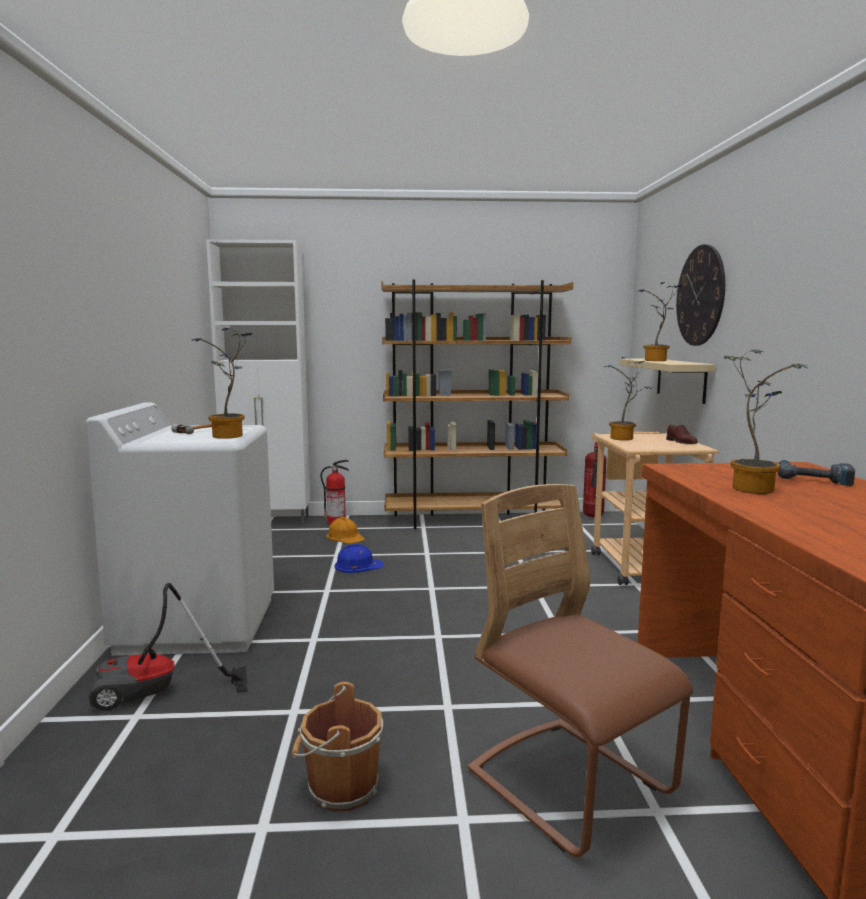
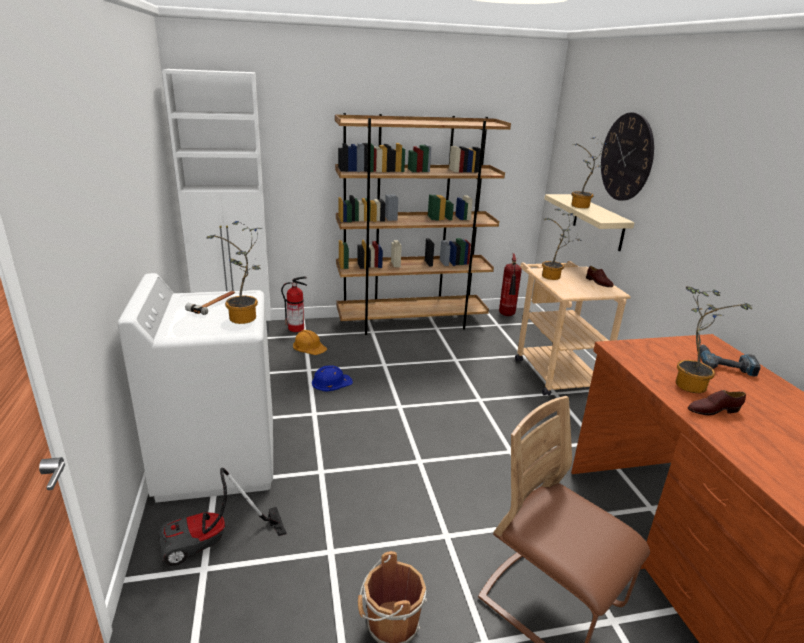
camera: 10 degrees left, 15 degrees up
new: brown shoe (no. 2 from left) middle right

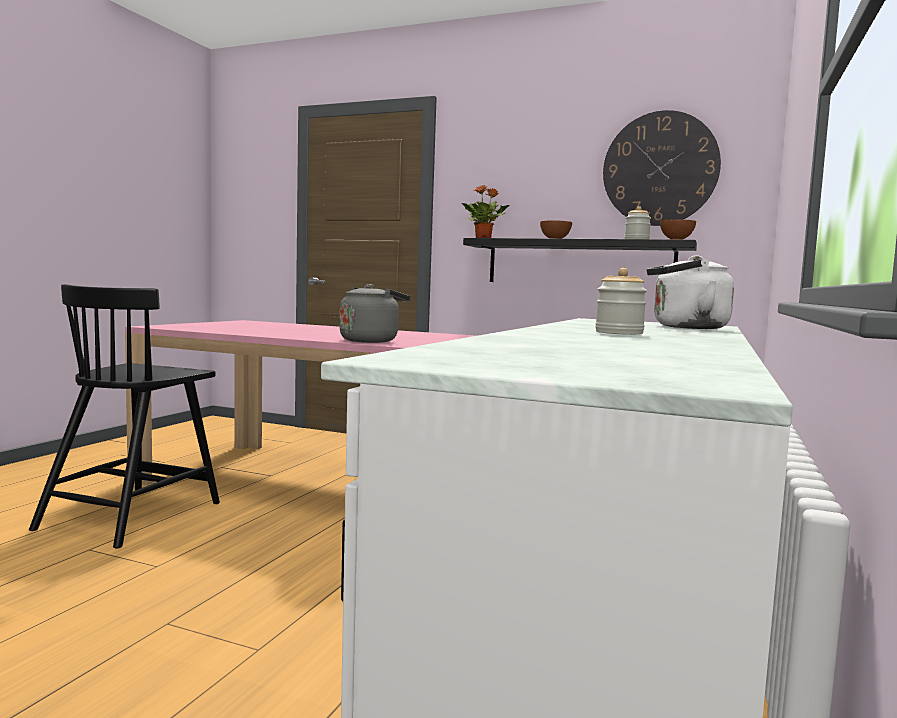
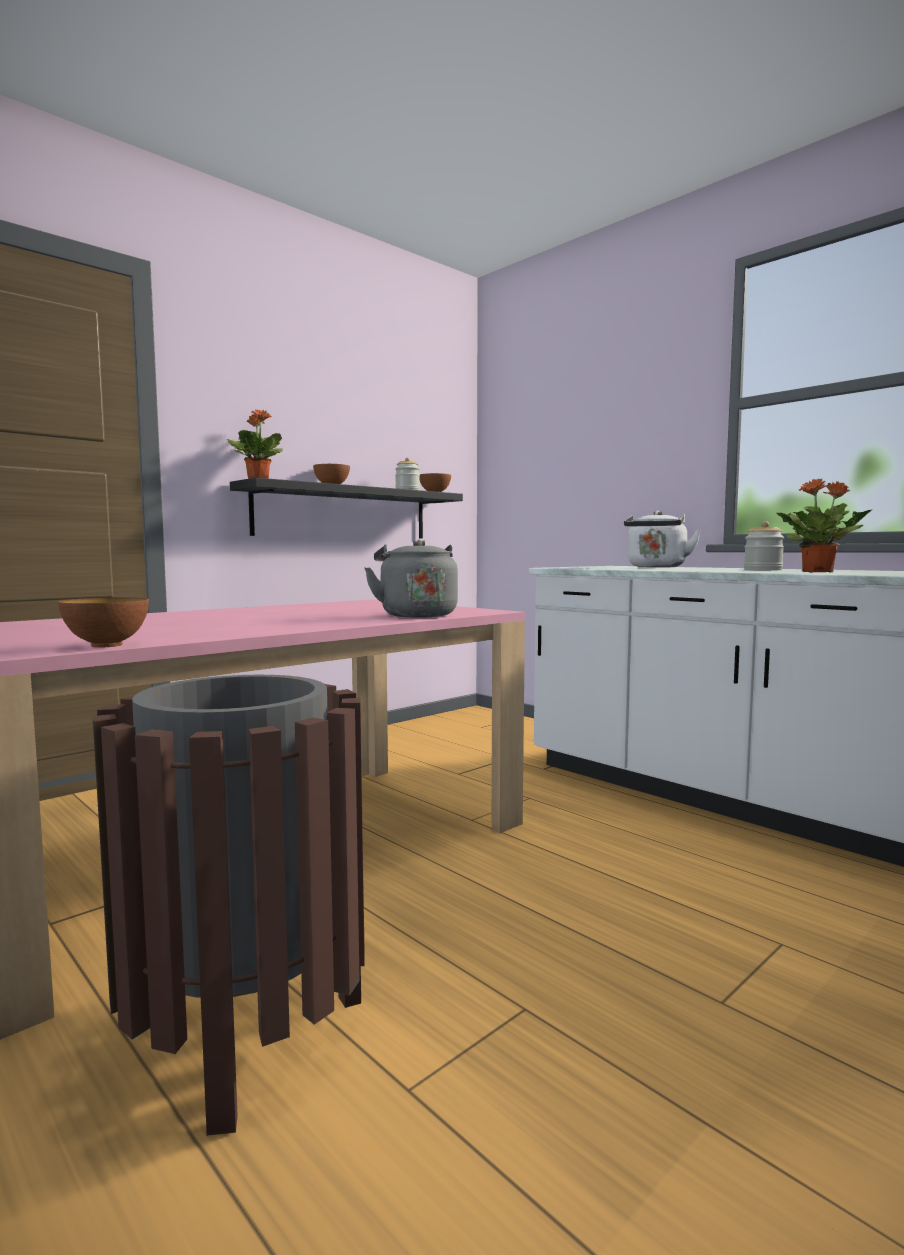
camera: 65 degrees left, 0 degrees up
gone: wall clock top right
new: potted plant (no. 2 from left) middle right; bowl (no. 1 from left) middle left
swapped: black chair middle left to brown trash can bottom left

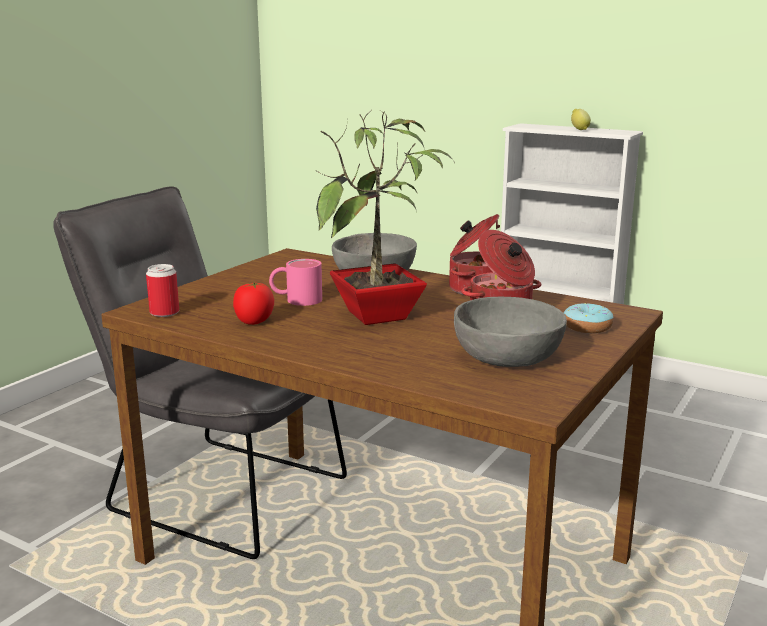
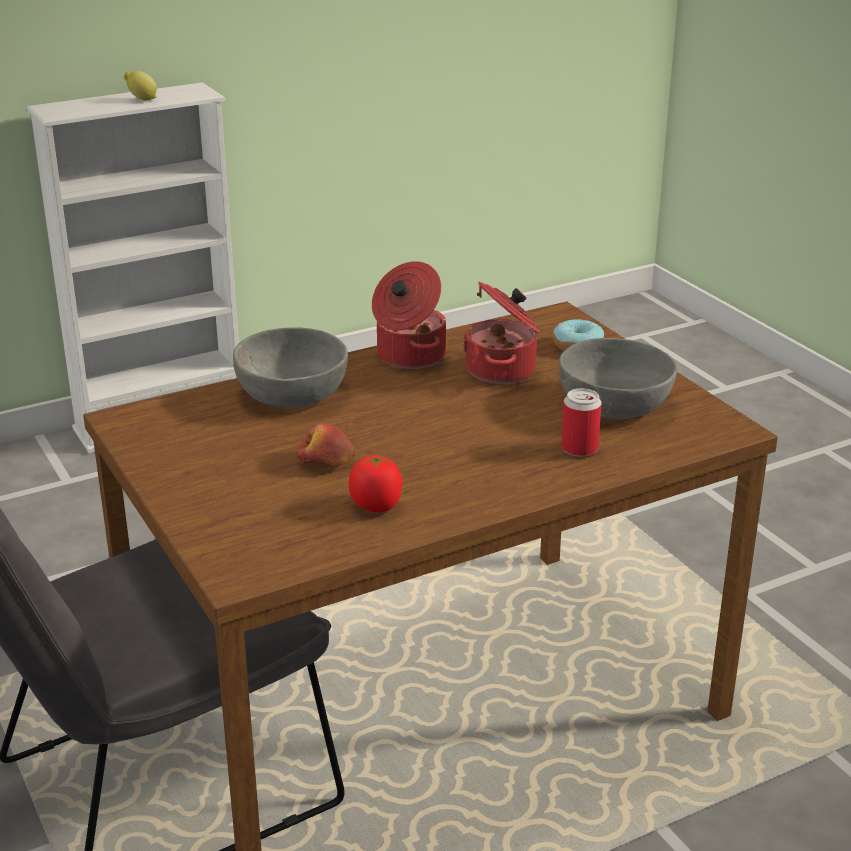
camera: 60 degrees left, 10 degrees up
gone: potted plant centre
shifted: can middle left to middle right
swapped: pink mug centre to apple centre

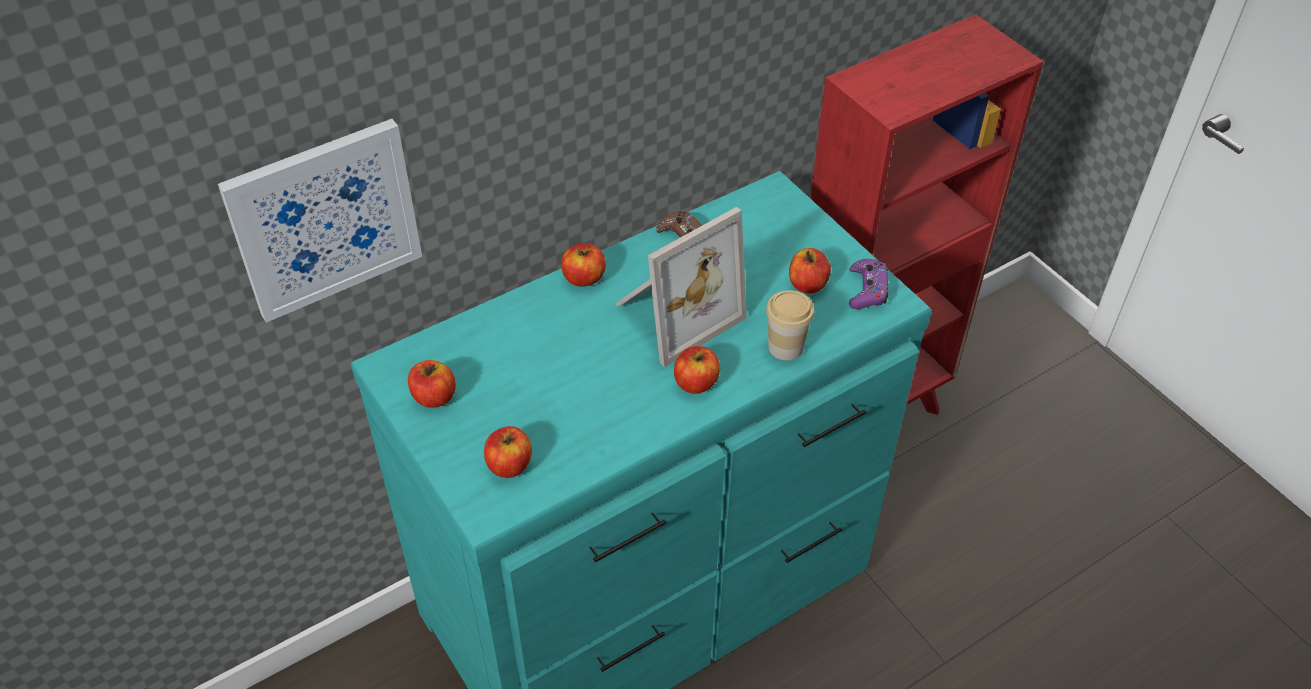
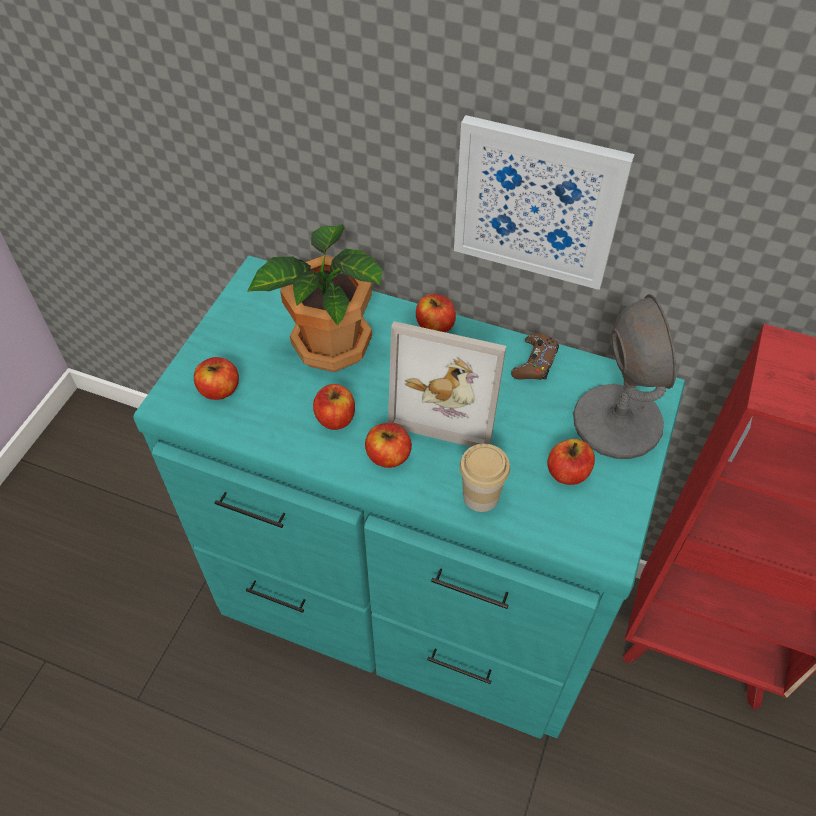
camera: 55 degrees right, 5 degrees up
gone: purple game controller centre
new: potted plant centre; grey table lamp middle right
shifted: picture top left to top right; apple (no. 1 from left in the first image) middle left to apple (no. 2 from left) centre

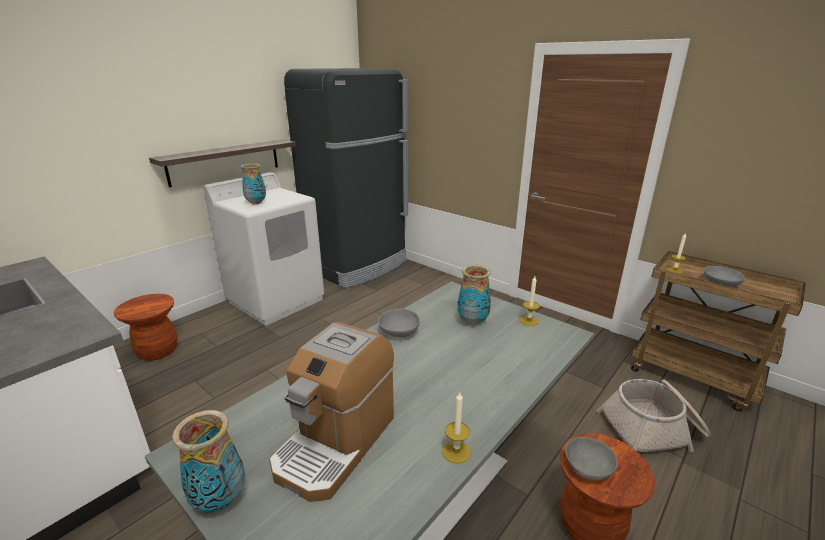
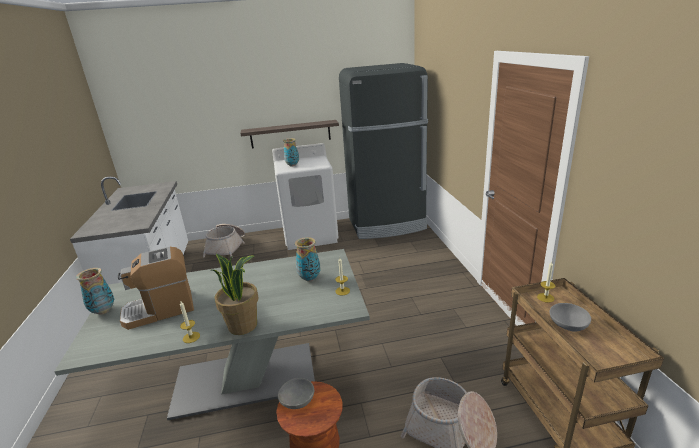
camera: 40 degrees right, 0 degrees up
gone: grey bowl (no. 1 from left) centre
new: potted plant centre
swapped: brown stool (no. 1 from left) middle left to basket (no. 1 from left) middle left

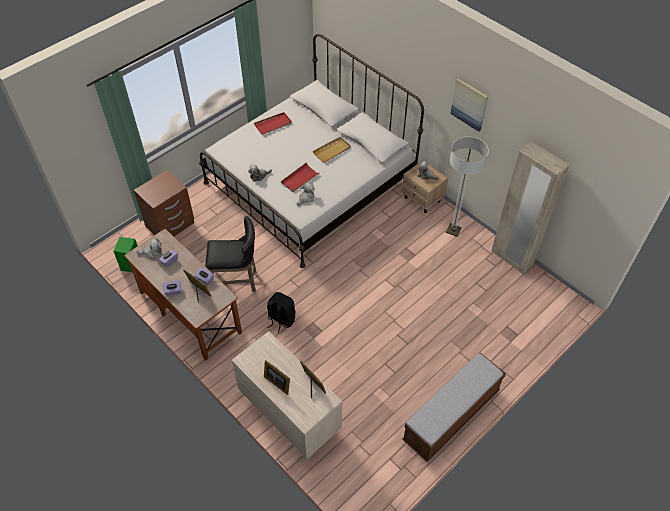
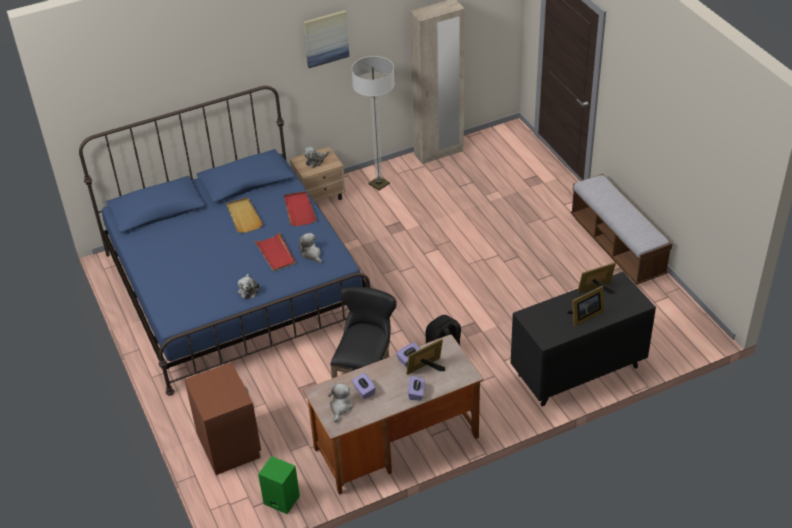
camera: 70 degrees left, 10 degrees down
shifted: red tray (no. 1 from left in the first image) top centre to red tray (no. 2 from left) centre
repainted: white bed top centre to blue bed middle left; beige dresser bottom centre to black dresser middle right

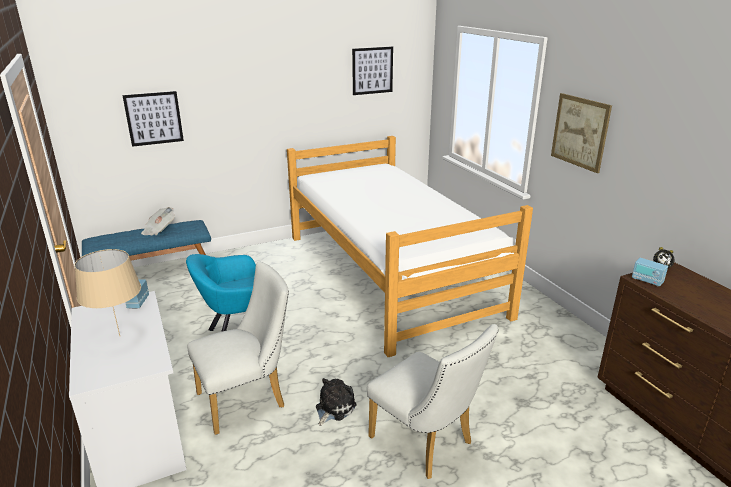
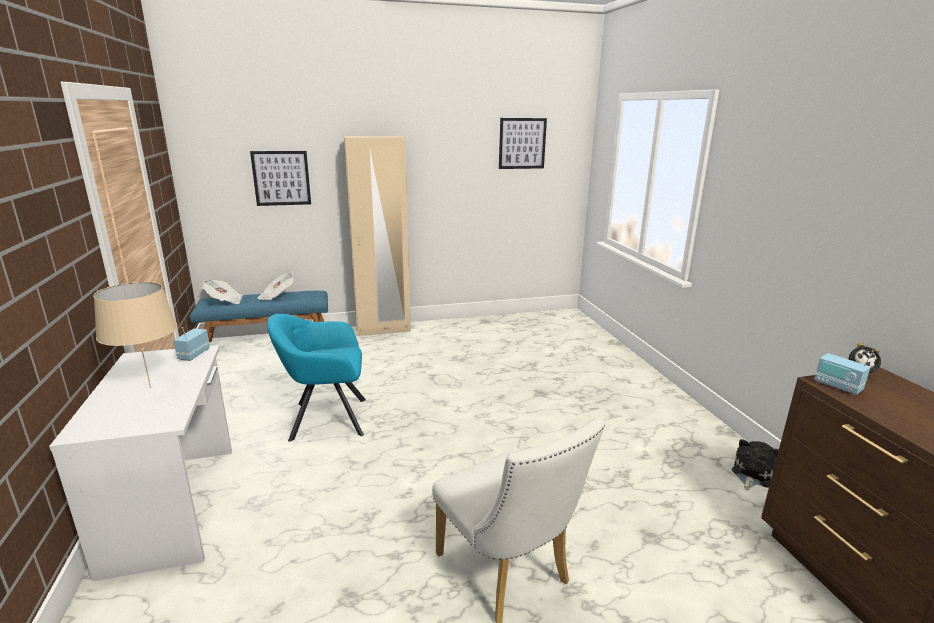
camera: 10 degrees right, 5 degrees down
gone: picture (no. 3 from left) top right; bed centre; white chair (no. 1 from left) bottom left
new: beige wardrobe centre; newspaper (no. 1 from left) middle left
shifted: plush toy bottom centre to bottom right

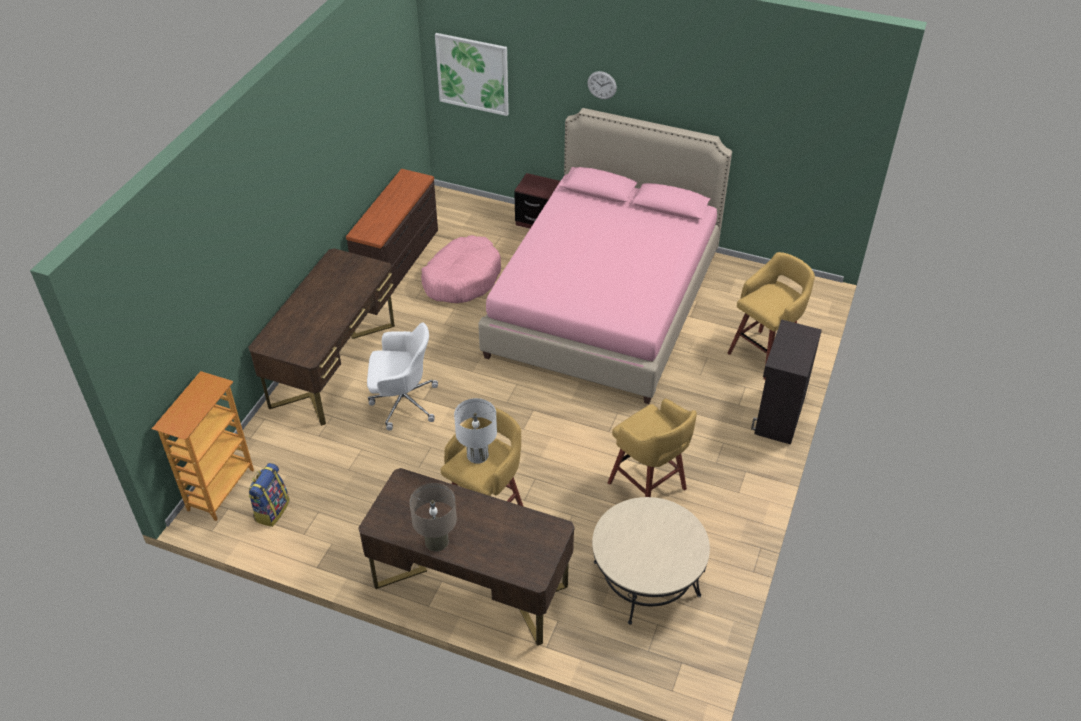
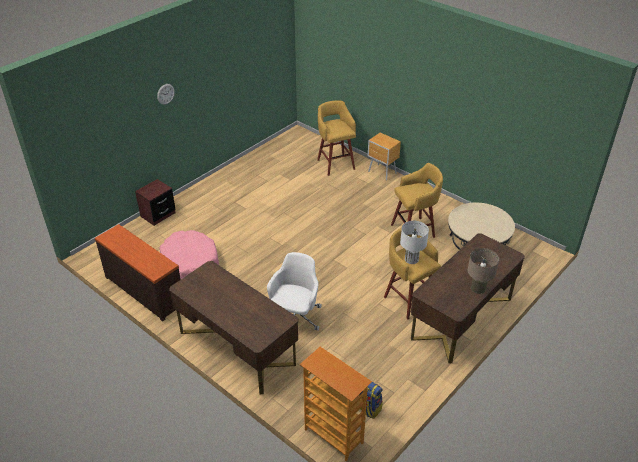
camera: 70 degrees left, 5 degrees down
gone: picture top centre; pink bed centre
swapped: black cabinet middle right to brown nightstand (no. 2 from left) centre

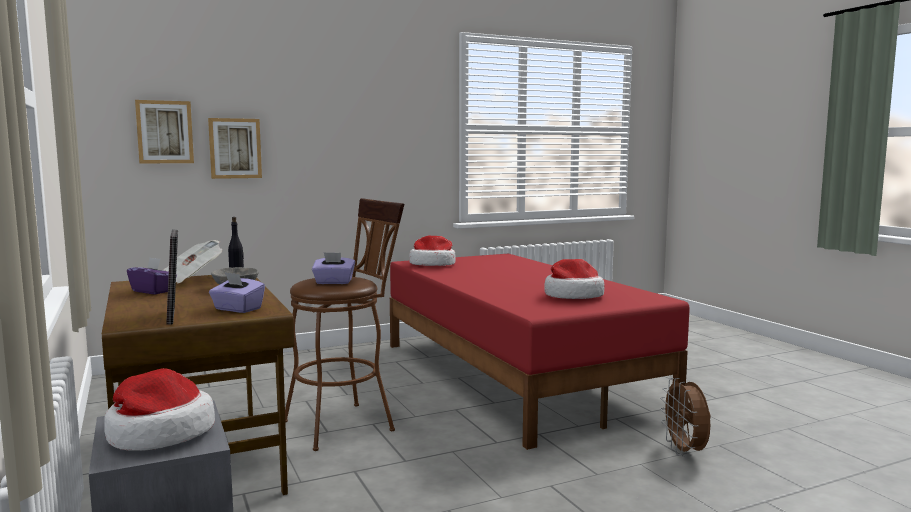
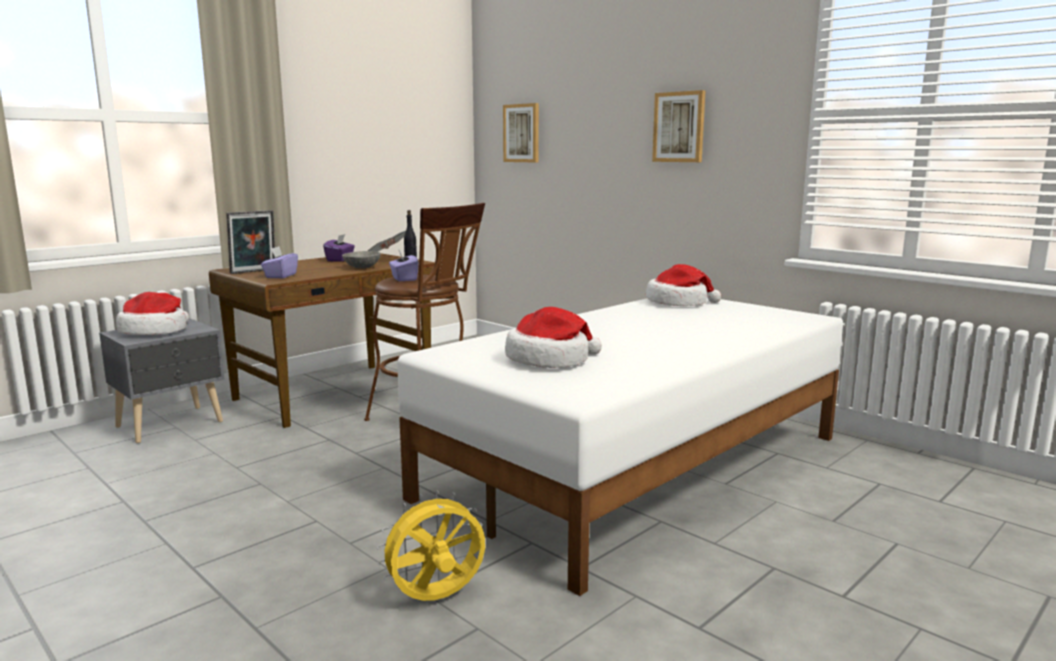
camera: 70 degrees right, 5 degrees up
shifted: picture (no. 2 from left) top left to top centre
repainted: red bed bottom centre to white bed bottom centre; brown fan bottom right to yellow fan bottom centre

